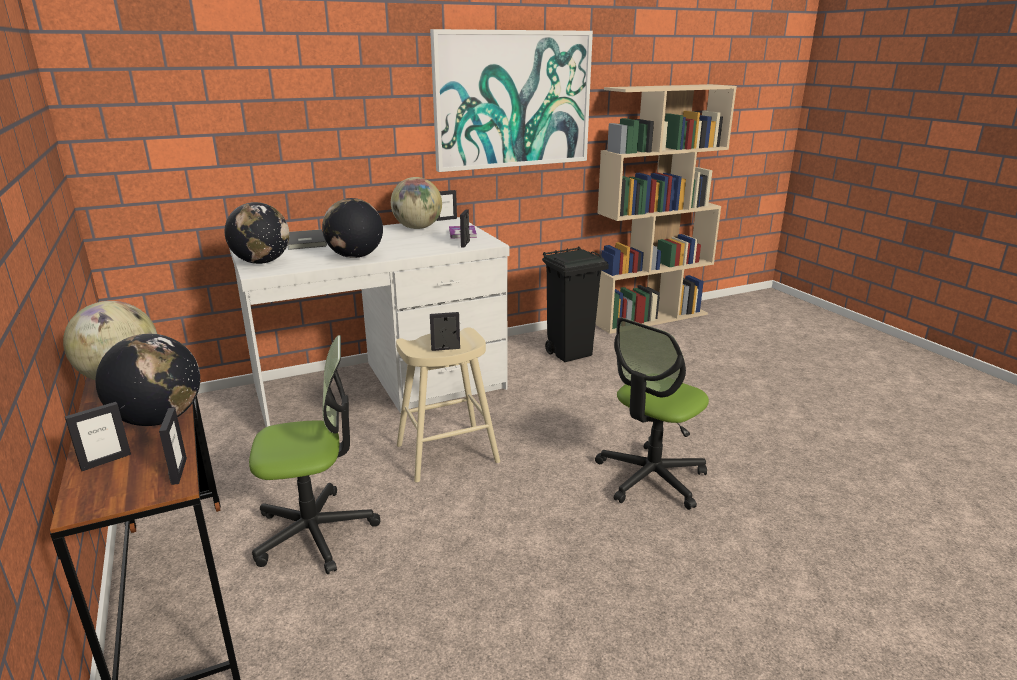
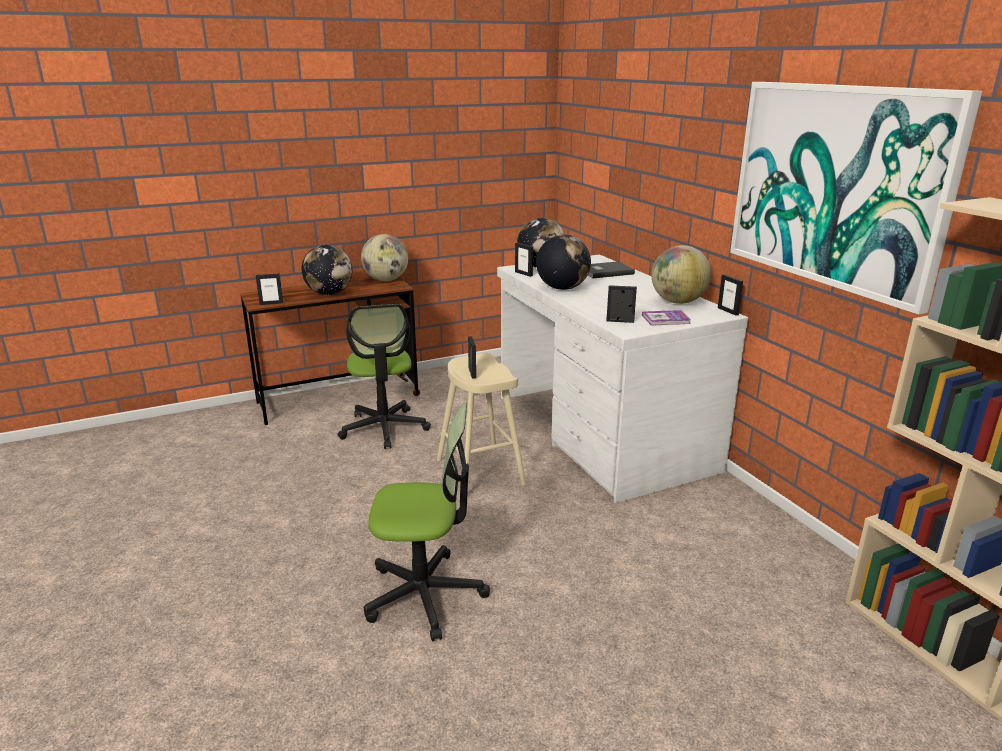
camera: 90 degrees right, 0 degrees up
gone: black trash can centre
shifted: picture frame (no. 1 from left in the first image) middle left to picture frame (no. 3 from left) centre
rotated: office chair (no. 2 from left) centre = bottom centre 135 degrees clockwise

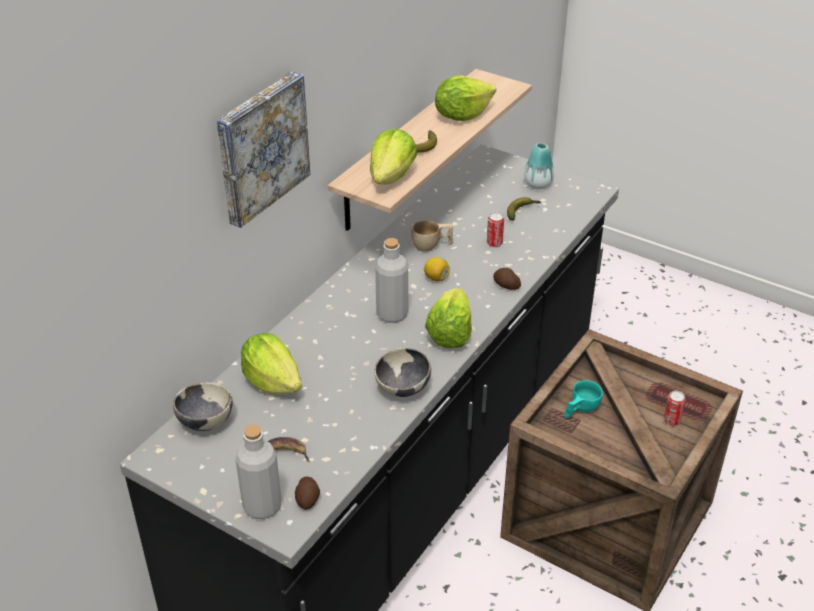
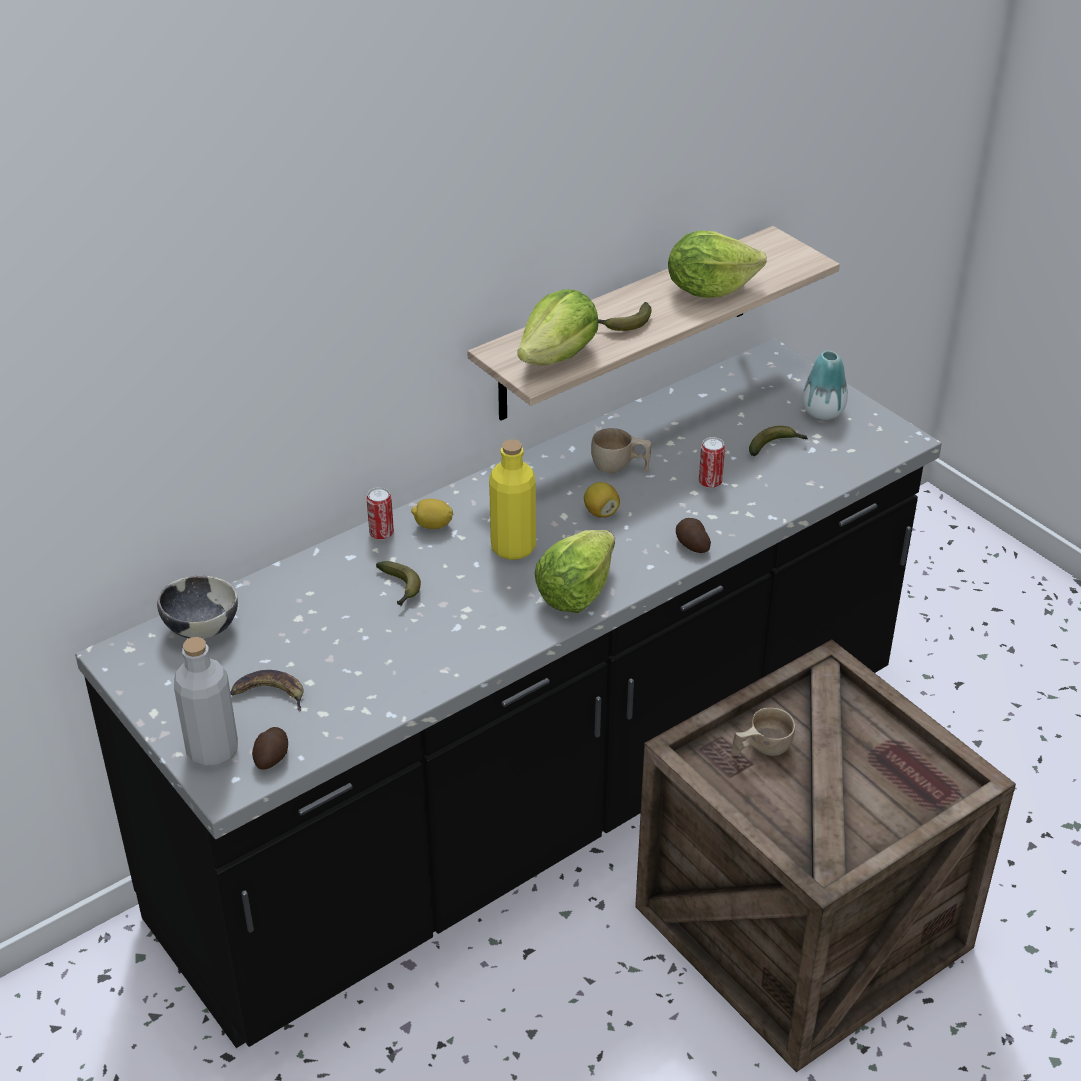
camera: 20 degrees right, 0 degrees up
gone: picture top left; lettuce (no. 1 from left) middle left; bowl (no. 2 from left) centre
new: lemon (no. 1 from left) centre; banana (no. 2 from left) centre
shifted: can (no. 2 from left in the first image) bottom right to can (no. 1 from left) centre
repainted: grey bottle (no. 2 from left) centre to yellow bottle centre; turquoise cup middle right to beige cup (no. 2 from left) bottom right

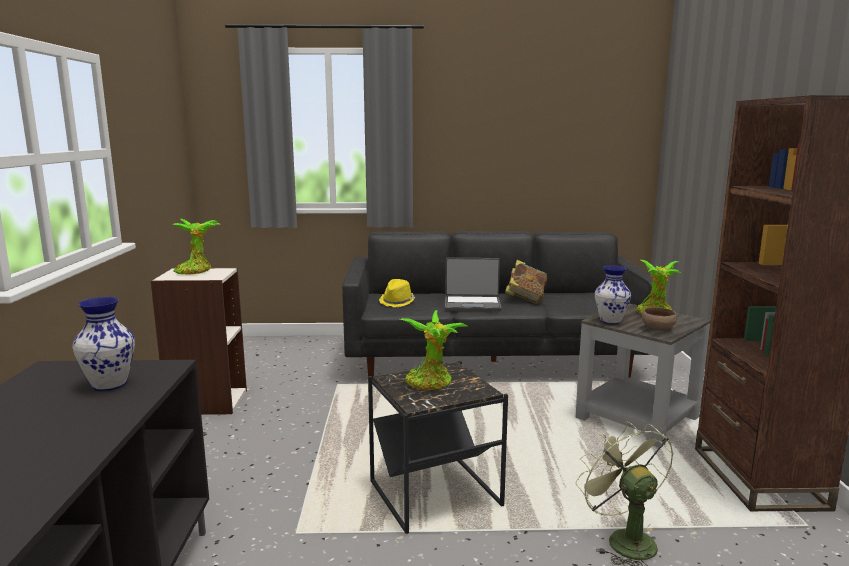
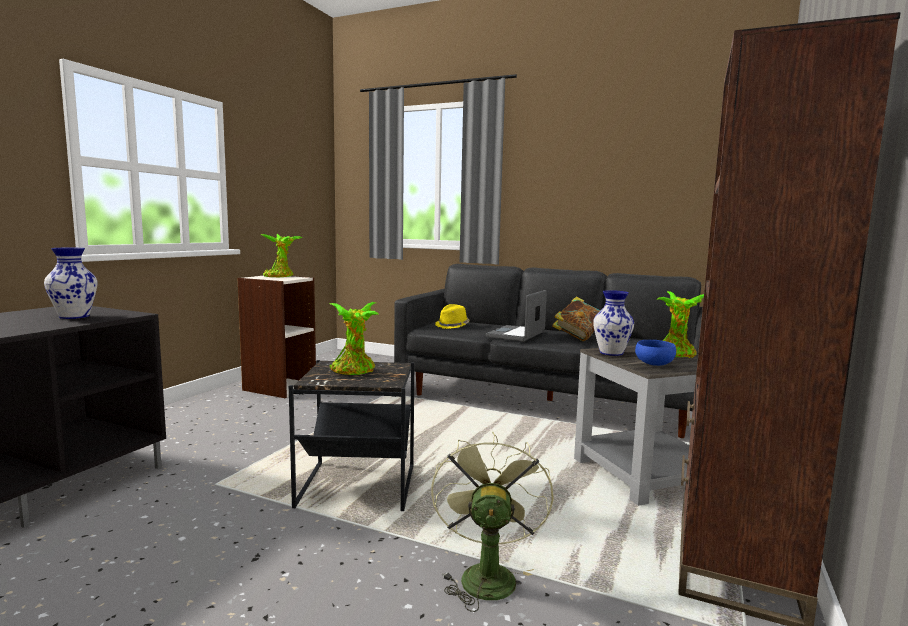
camera: 25 degrees right, 5 degrees down
repainted: brown bowl middle right to blue bowl middle right
rotated: laptop centre = centre 90 degrees clockwise

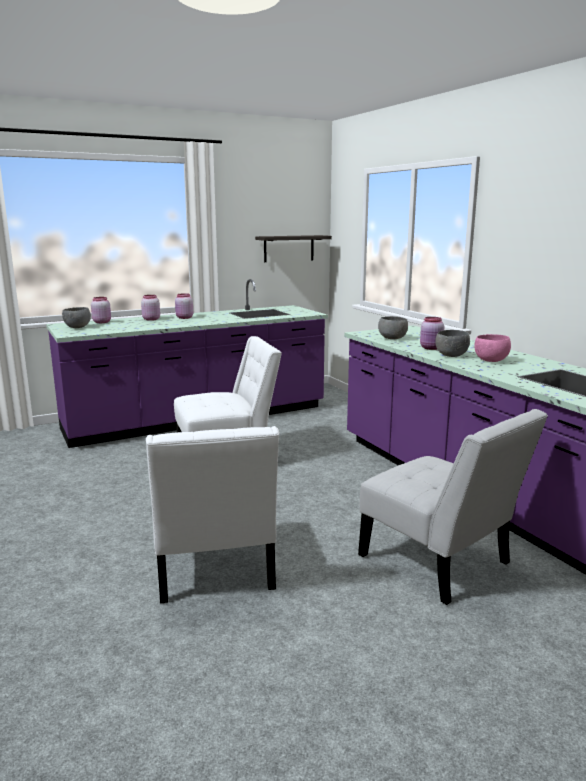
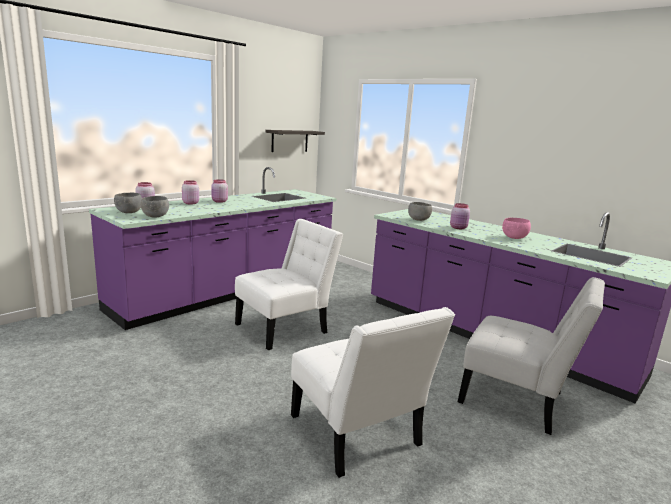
camera: 20 degrees left, 0 degrees up
shifted: grey bowl (no. 3 from left in the first image) middle right to grey bowl (no. 2 from left) middle left

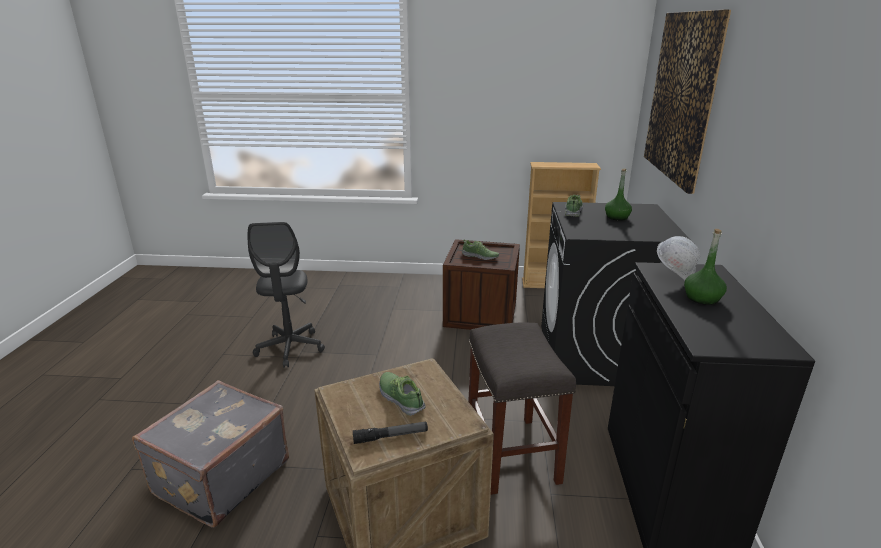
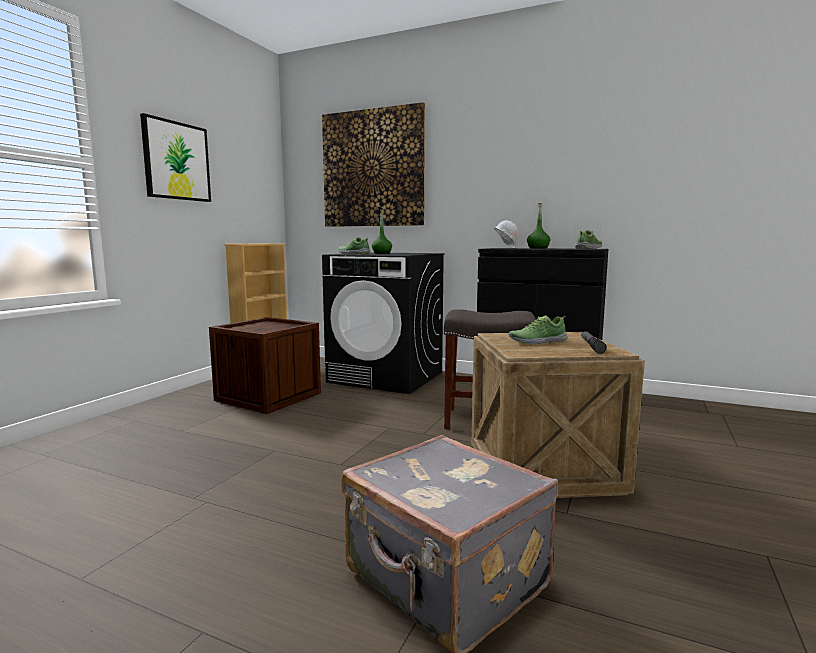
camera: 70 degrees left, 15 degrees down
gone: grey office chair middle left
new: picture (no. 1 from left) top left
shifted: shoe (no. 2 from left in the first image) centre to shoe (no. 3 from left) middle right

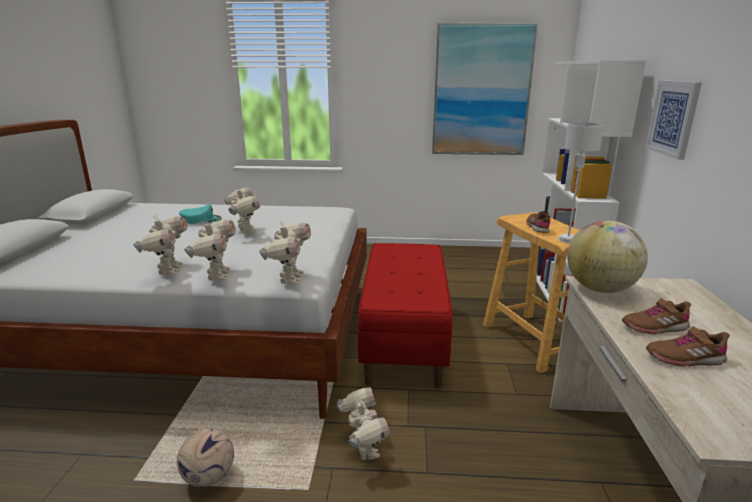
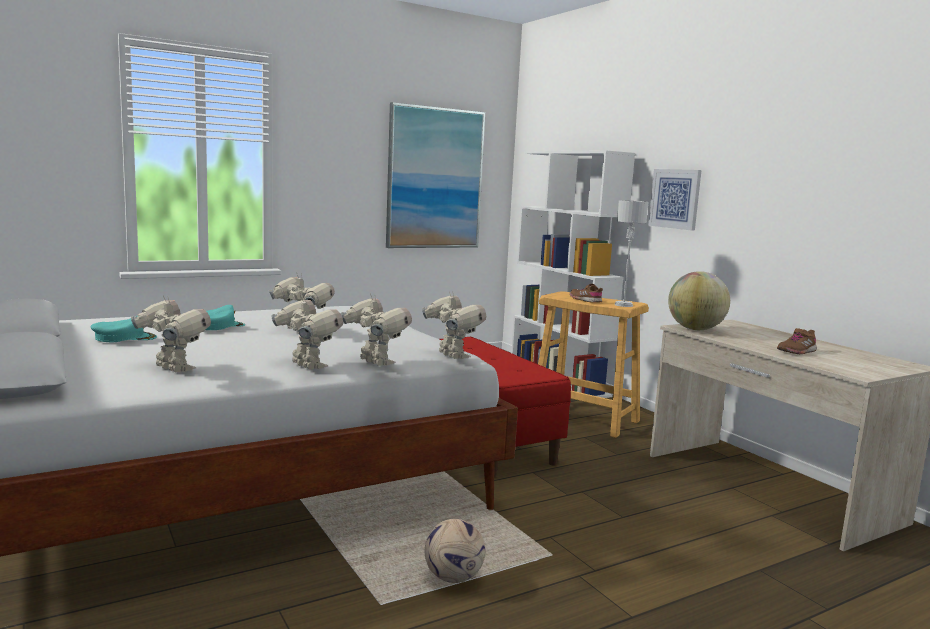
camera: 35 degrees left, 10 degrees down
gone: brown shoe (no. 2 from left) middle right
new: turquoise cap (no. 1 from left) middle left
shifted: toy robot (no. 5 from left in the first image) bottom centre to toy robot (no. 1 from left) middle left

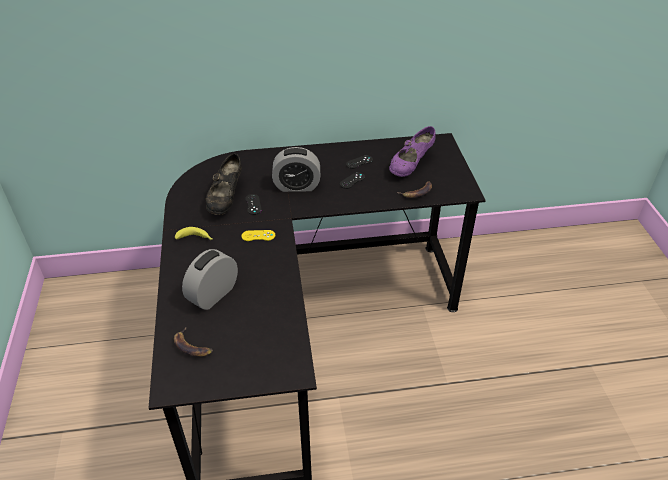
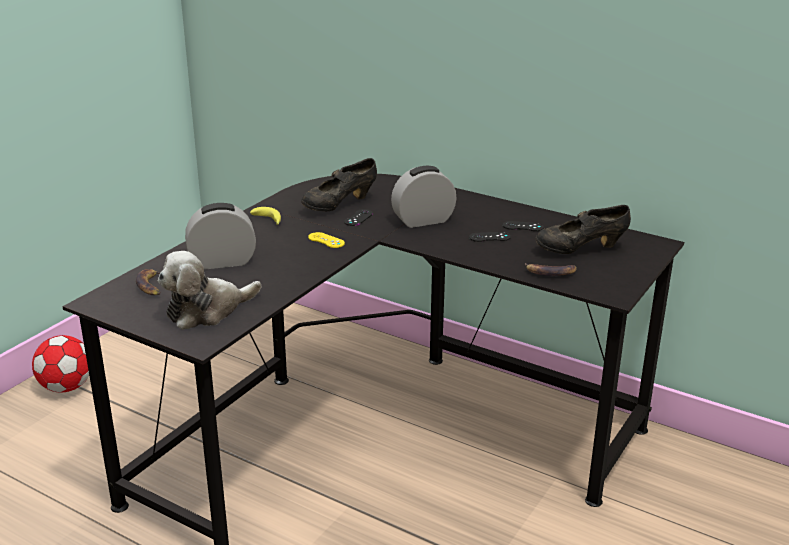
camera: 40 degrees right, 15 degrees down
new: plush toy middle left; football middle left
repainted: purple shoe top centre to black shoe (no. 2 from left) middle right
rotated: alarm clock (no. 2 from left) centre = centre 120 degrees clockwise

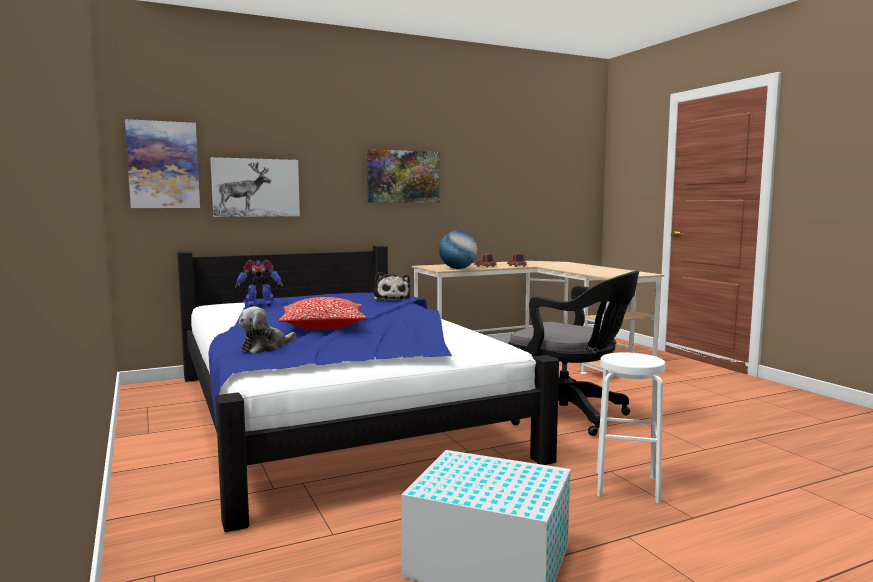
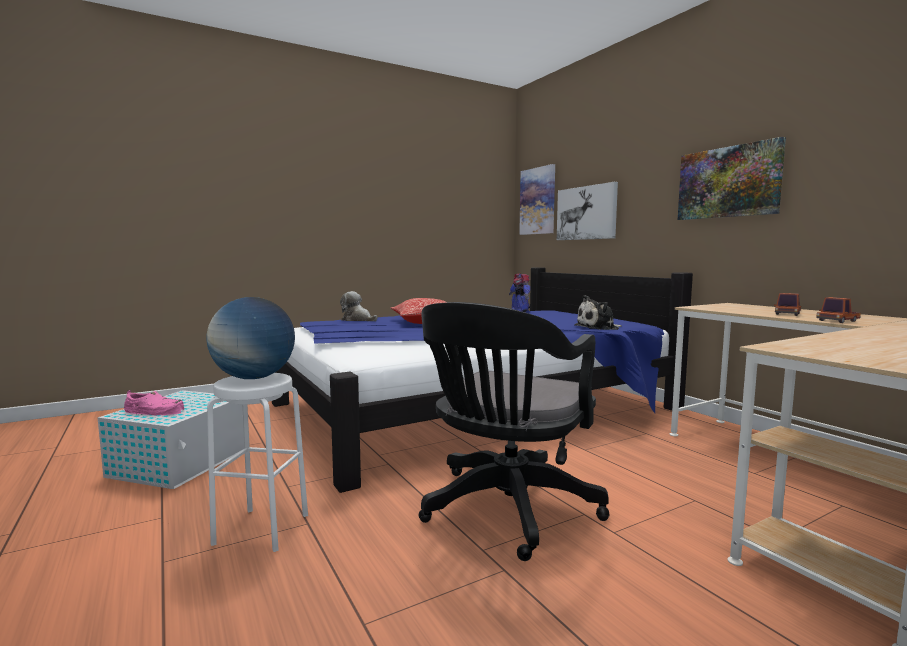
camera: 85 degrees right, 0 degrees up
new: pink shoe middle left
shifted: globe centre to middle left

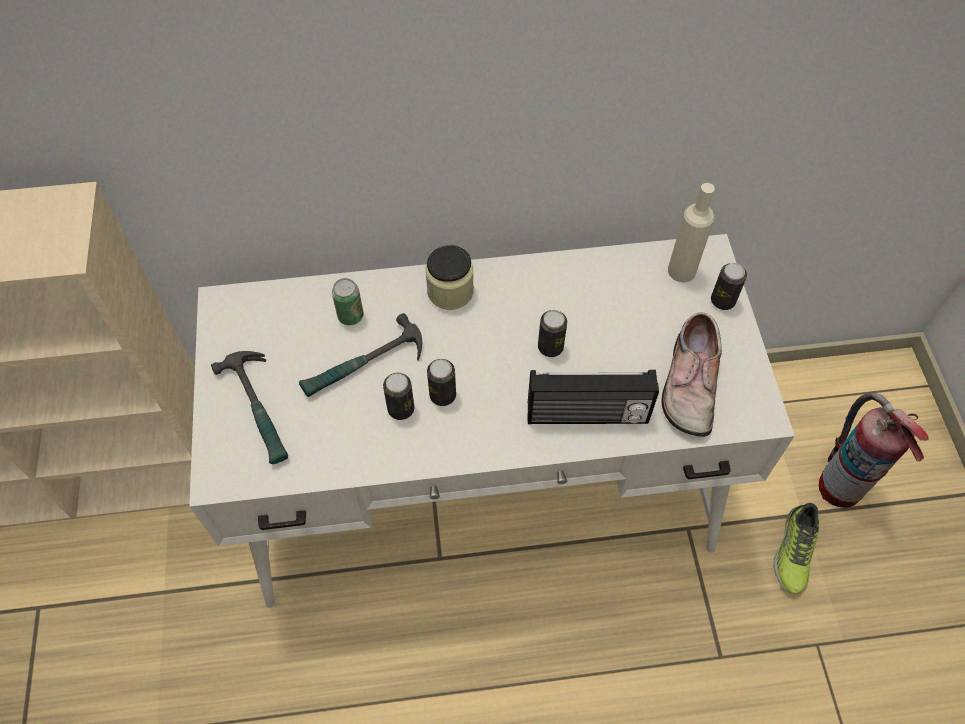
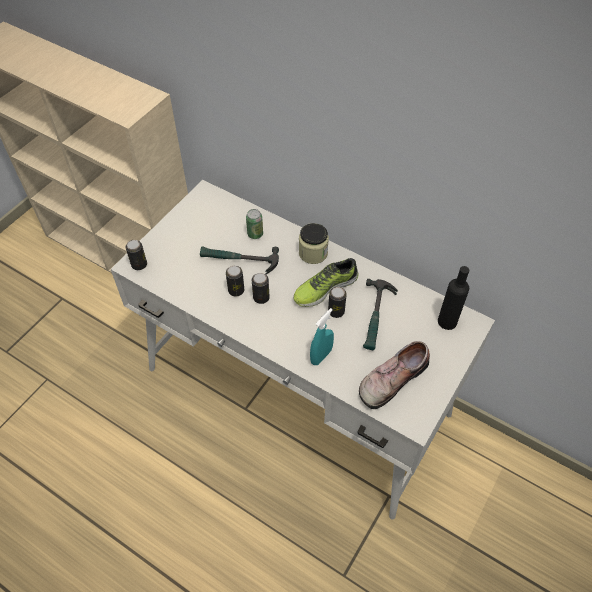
camera: 40 degrees right, 5 degrees down
gone: fire extinguisher middle right
shifted: can (no. 5 from left in the first image) middle right to can (no. 1 from left) middle left; hammer (no. 1 from left in the first image) middle left to hammer (no. 2 from left) centre; shoe (no. 2 from left in the first image) bottom right to shoe (no. 1 from left) centre
swapped: radio centre to turquoise spray bottle centre
repainted: beige bottle top right to black bottle middle right

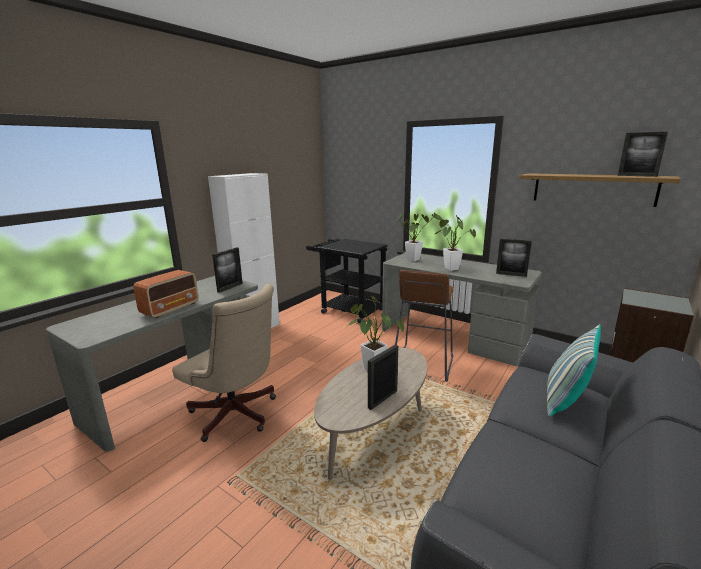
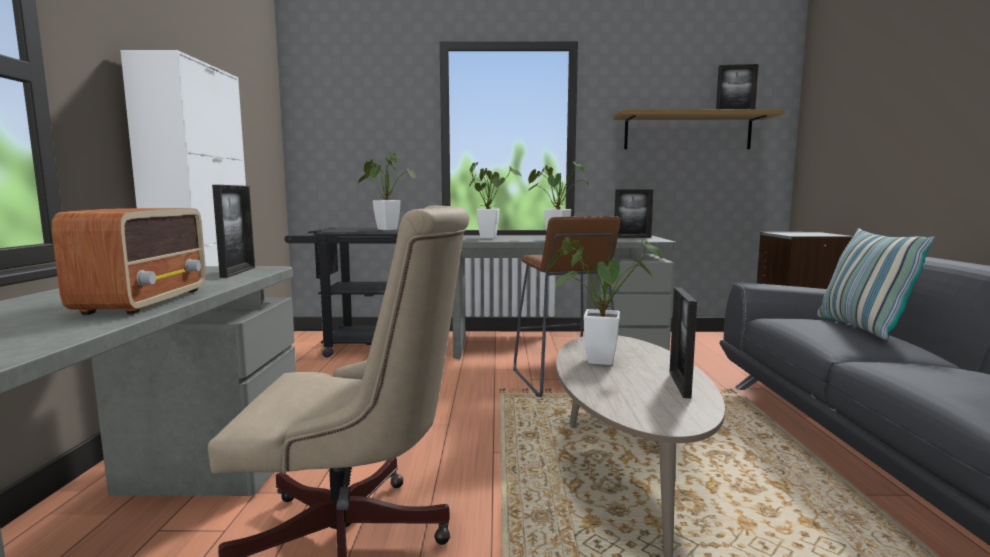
camera: 35 degrees left, 10 degrees down
new: potted plant (no. 1 from left) centre

